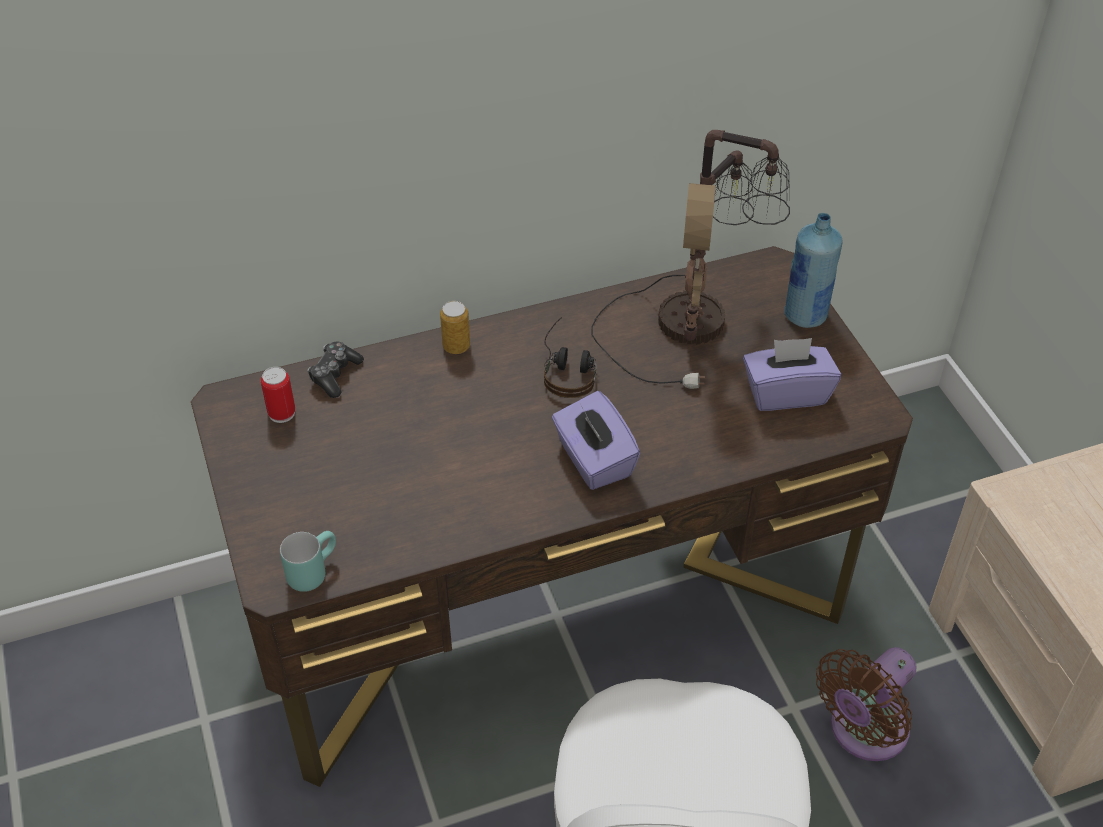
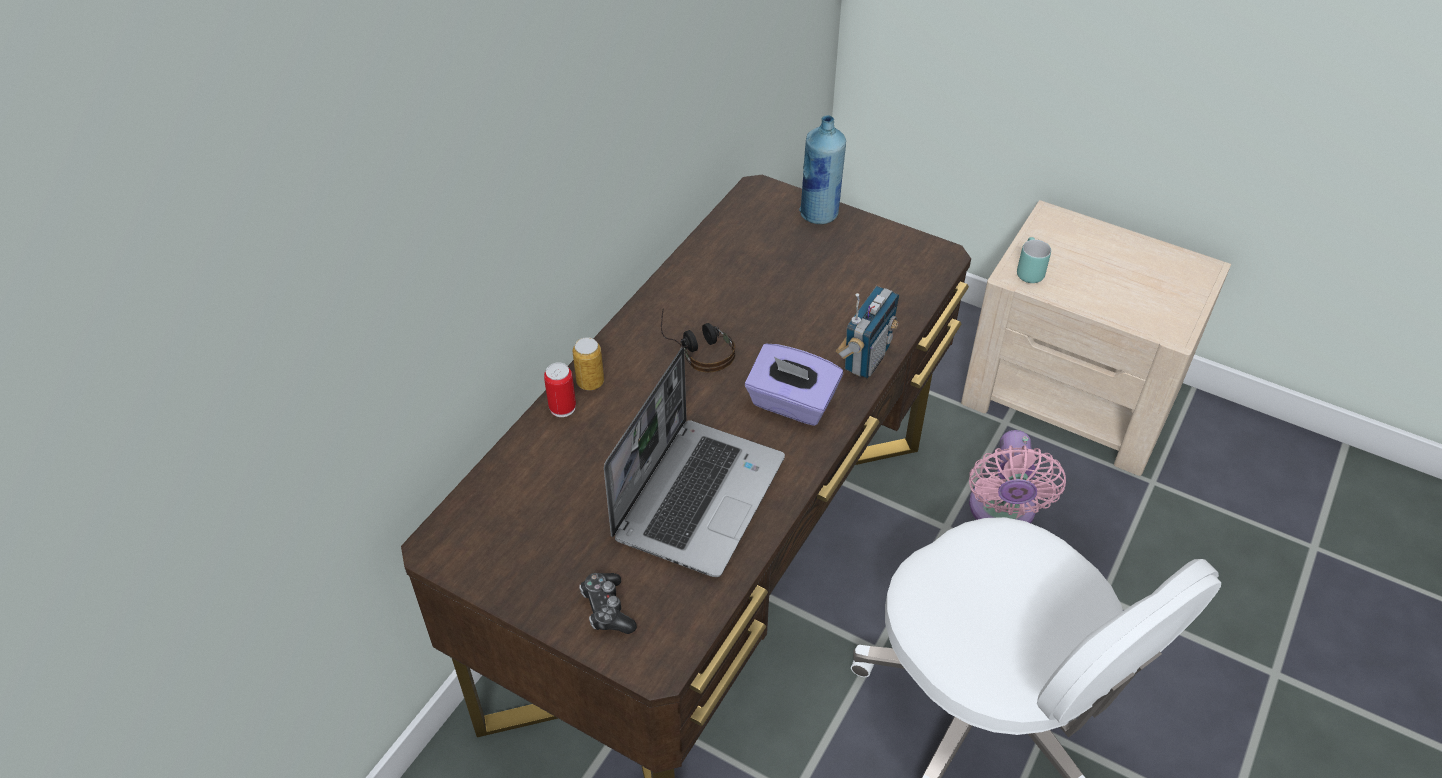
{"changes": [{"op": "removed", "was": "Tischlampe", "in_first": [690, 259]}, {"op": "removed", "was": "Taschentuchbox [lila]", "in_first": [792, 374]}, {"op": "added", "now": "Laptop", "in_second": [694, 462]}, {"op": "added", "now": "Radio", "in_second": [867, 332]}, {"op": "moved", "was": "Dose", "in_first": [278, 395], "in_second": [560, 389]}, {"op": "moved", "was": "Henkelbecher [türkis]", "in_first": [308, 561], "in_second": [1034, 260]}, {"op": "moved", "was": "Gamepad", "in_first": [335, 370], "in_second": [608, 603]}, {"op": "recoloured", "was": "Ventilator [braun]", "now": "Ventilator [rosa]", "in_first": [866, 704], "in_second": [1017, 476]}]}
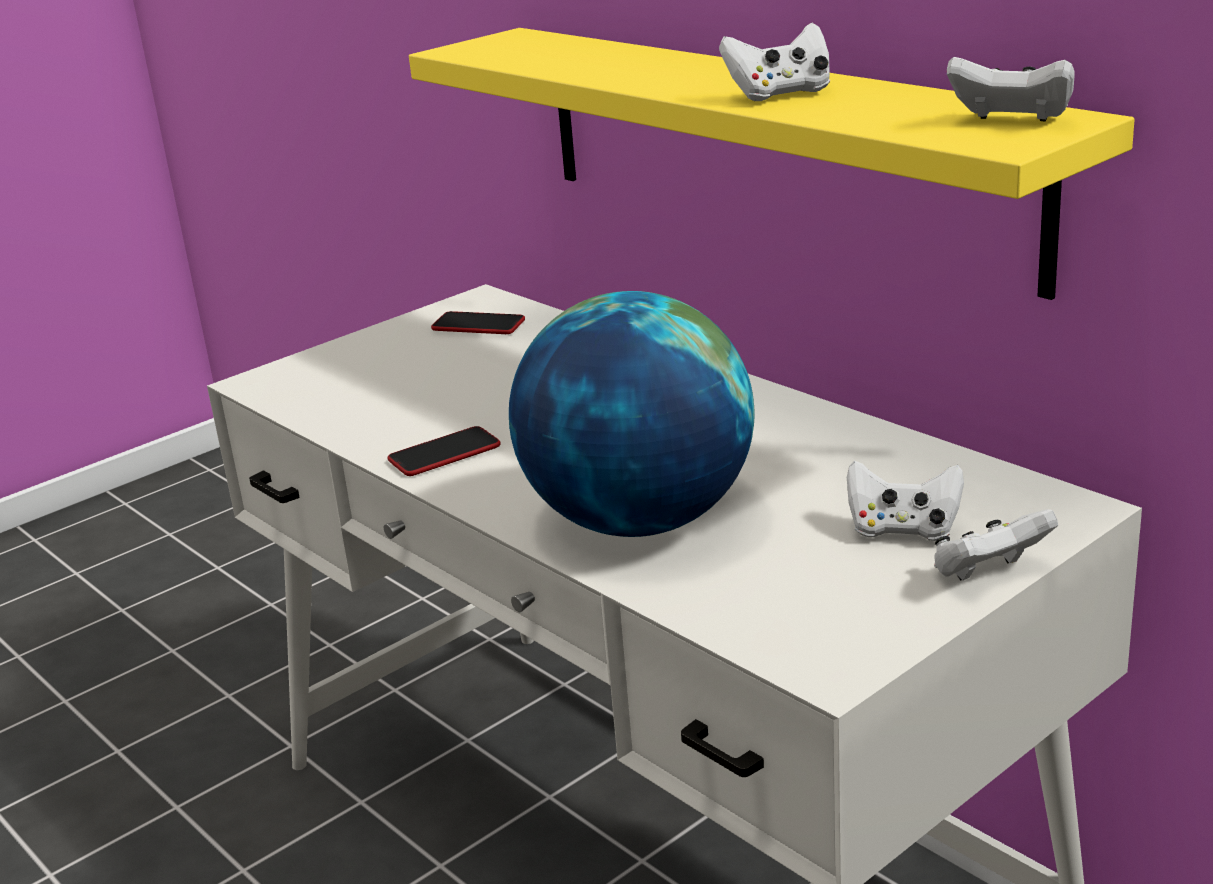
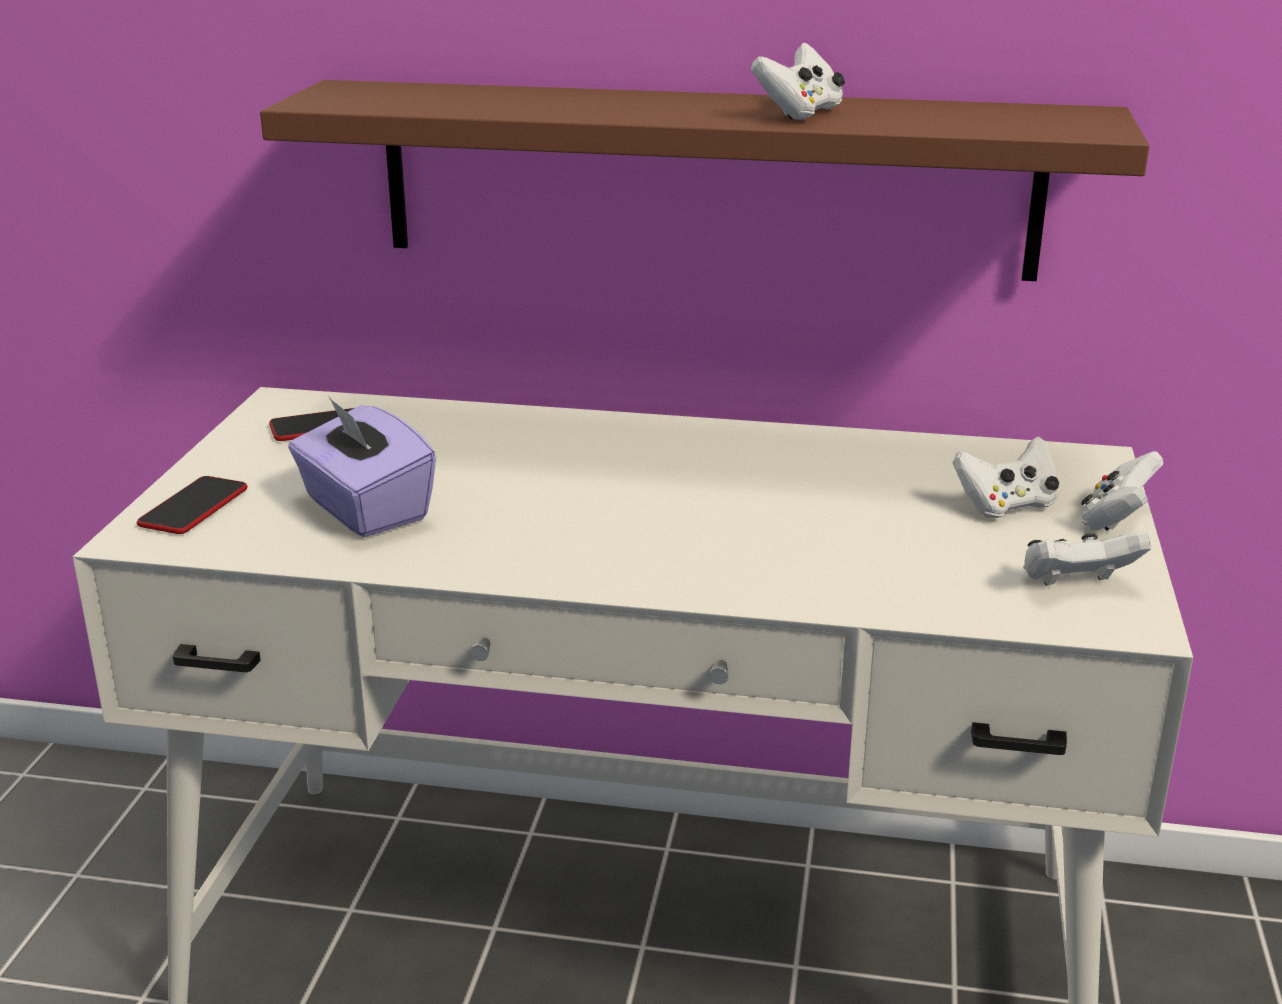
{"changes": [{"op": "removed", "was": "Globus", "in_first": [632, 414]}, {"op": "added", "now": "Taschentuchbox [lila]", "in_second": [362, 466]}, {"op": "moved", "was": "Handy", "in_first": [444, 451], "in_second": [192, 505]}, {"op": "moved", "was": "Gamepad [weiß]", "in_first": [1011, 89], "in_second": [1087, 558]}, {"op": "recoloured", "was": "Wandregal [gelb]", "now": "Wandregal [braun]", "in_first": [772, 164], "in_second": [704, 180]}]}
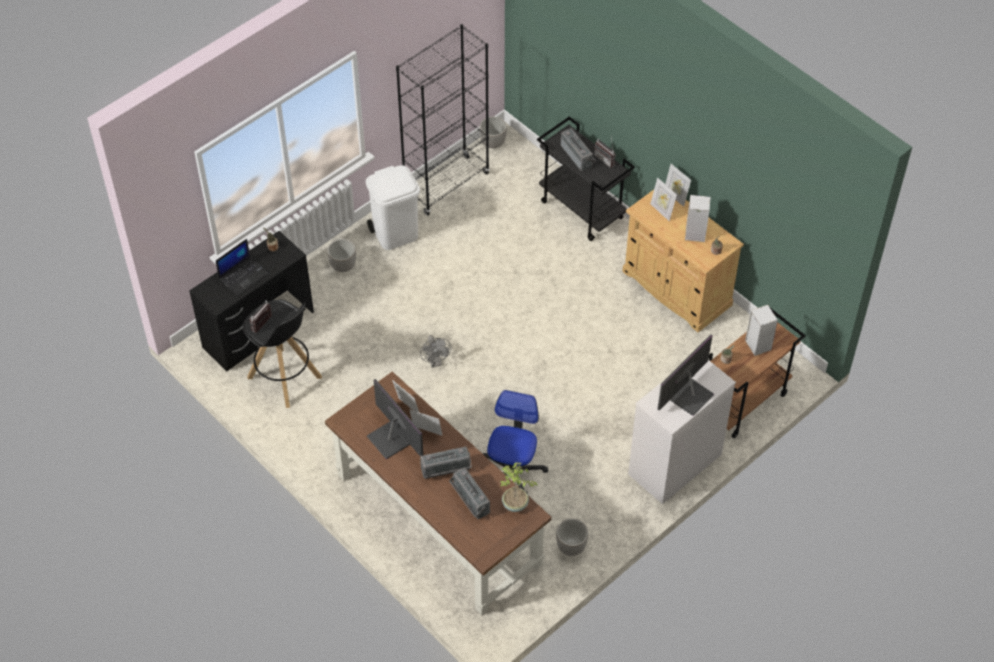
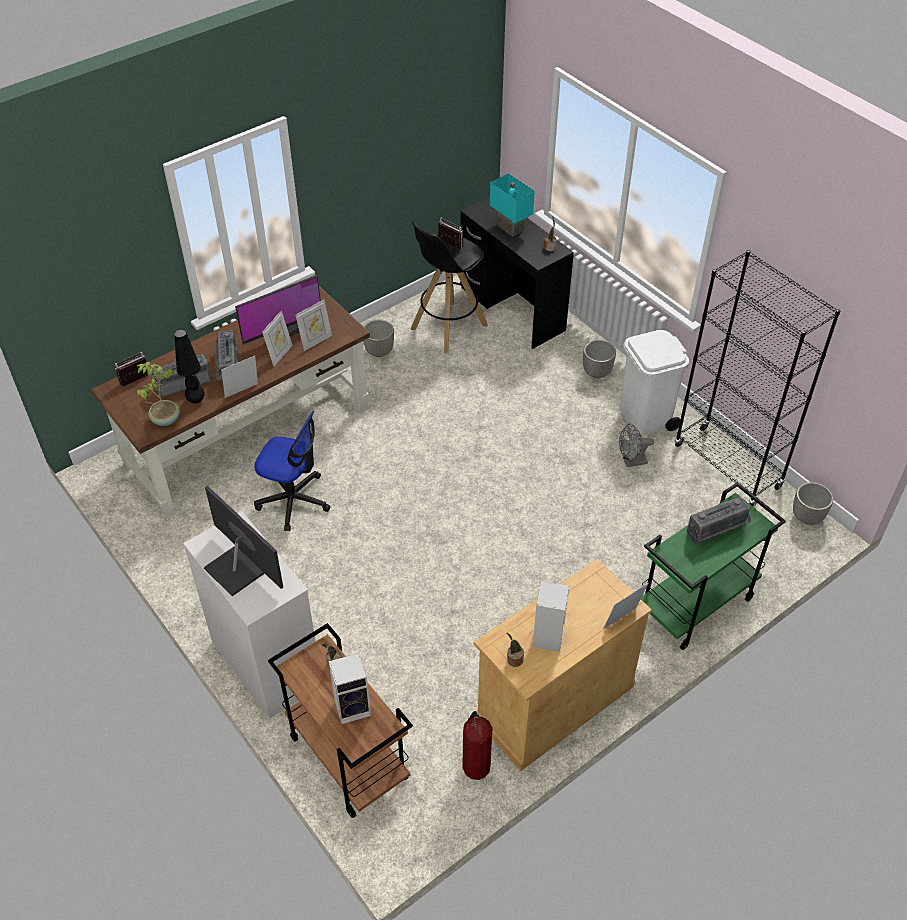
{"changes": [{"op": "added", "now": "Tischlampe [schwarz]", "in_second": [189, 366]}, {"op": "added", "now": "Feuerlöscher", "in_second": [477, 745]}, {"op": "moved", "was": "Ventilator [grau]", "in_first": [436, 351], "in_second": [636, 445]}, {"op": "moved", "was": "Pflanzkübel", "in_first": [572, 537], "in_second": [378, 338]}, {"op": "moved", "was": "Radio", "in_first": [605, 153], "in_second": [131, 369]}, {"op": "moved", "was": "Bilderrahmen", "in_first": [663, 199], "in_second": [239, 377]}, {"op": "replaced", "was": "Laptop", "now": "Tischlampe [türkis]", "in_first": [242, 267], "in_second": [512, 204]}, {"op": "recoloured", "was": "Rollwagen [schwarz]", "now": "Rollwagen [grün]", "in_first": [586, 178], "in_second": [713, 566]}]}
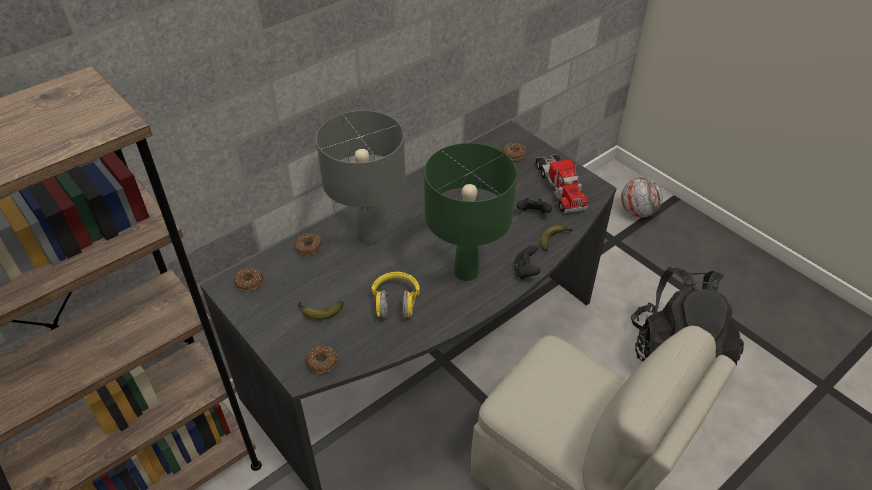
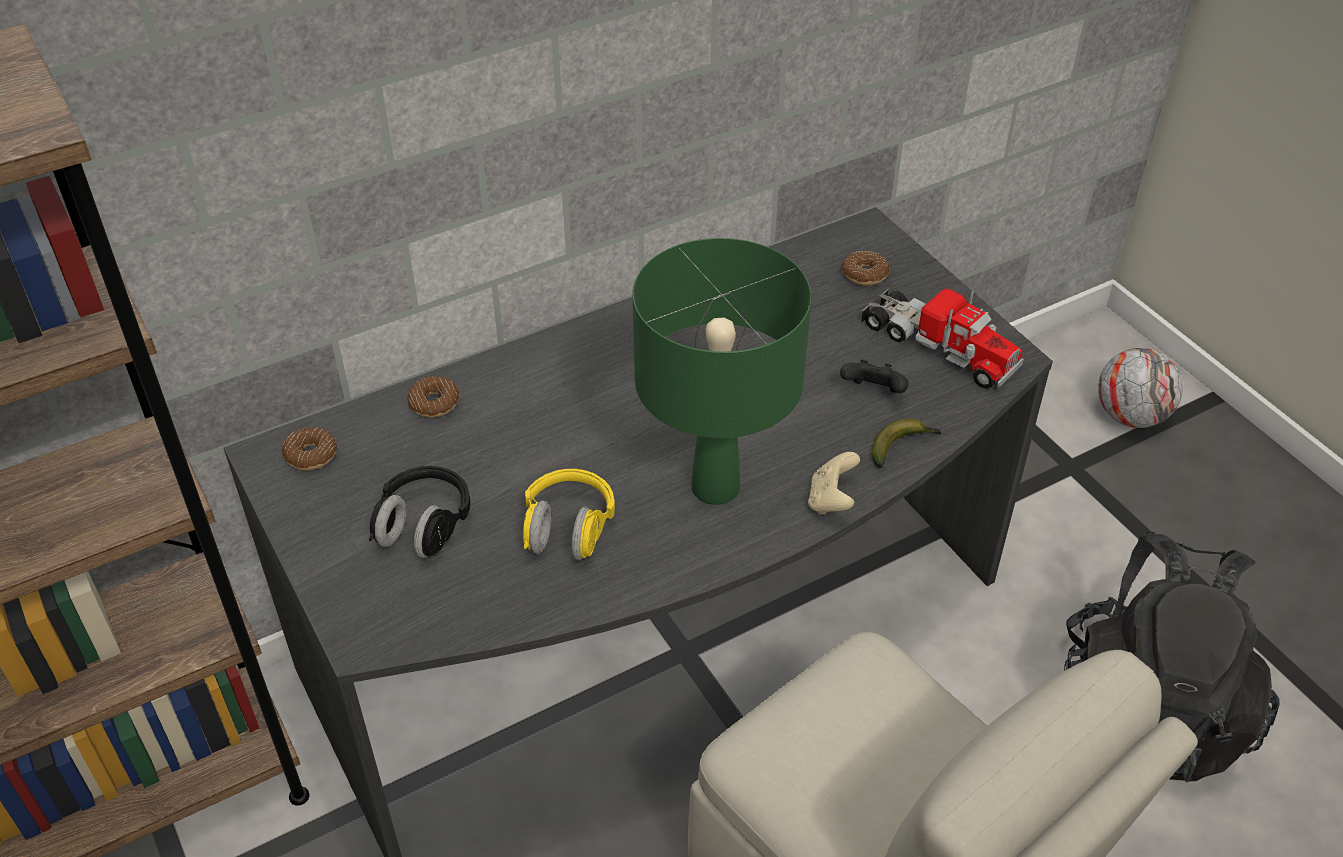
{"changes": [{"op": "removed", "was": "Donut", "in_first": [321, 359]}, {"op": "removed", "was": "Tischlampe [grau]", "in_first": [361, 177]}, {"op": "replaced", "was": "Banane", "now": "Kopfhörer [schwarz]", "in_first": [321, 310], "in_second": [419, 512]}, {"op": "recoloured", "was": "Gamepad [schwarz]", "now": "Gamepad [beige]", "in_first": [527, 262], "in_second": [834, 483]}, {"op": "turned", "was": "Spielzeuglaster", "in_first": [562, 183], "in_second": [942, 338], "clockwise": -45}]}
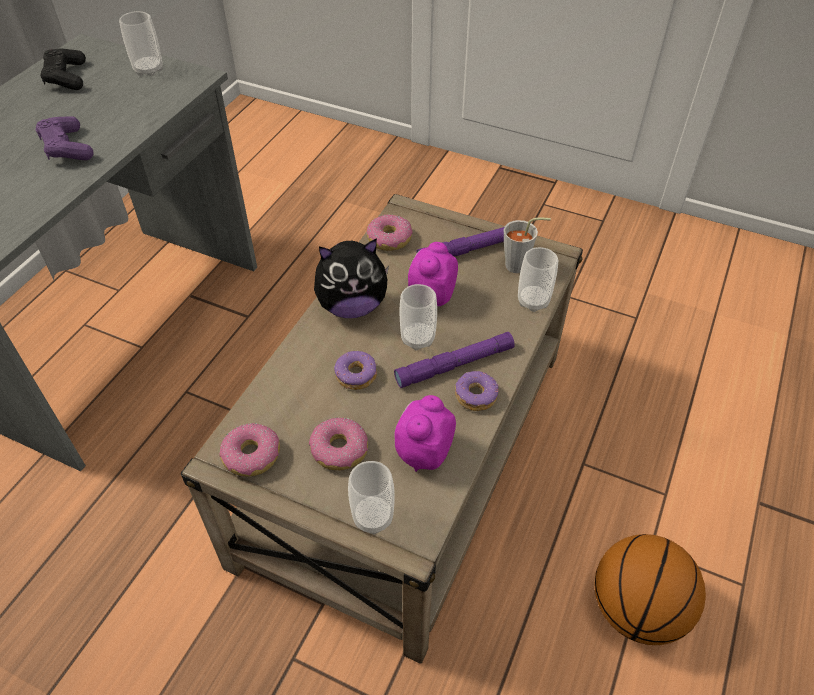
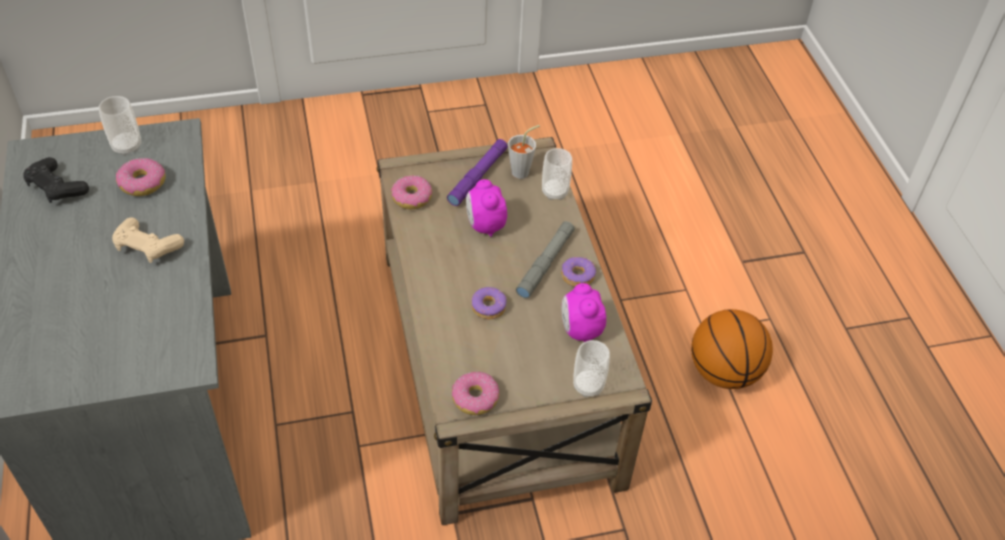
{"changes": [{"op": "removed", "was": "Plüschtier", "in_first": [351, 278]}, {"op": "removed", "was": "Tasse", "in_first": [418, 317]}, {"op": "moved", "was": "Donut", "in_first": [338, 443], "in_second": [141, 177]}, {"op": "recoloured", "was": "Gamepad [lila]", "now": "Gamepad [beige]", "in_first": [64, 138], "in_second": [148, 240]}, {"op": "recoloured", "was": "Taschenlampe [lila]", "now": "Taschenlampe [grau]", "in_first": [454, 360], "in_second": [545, 260]}]}
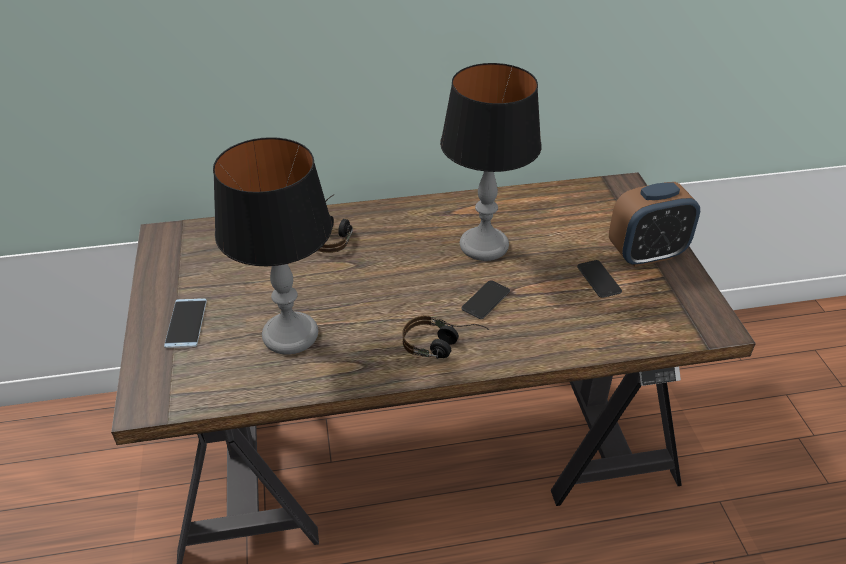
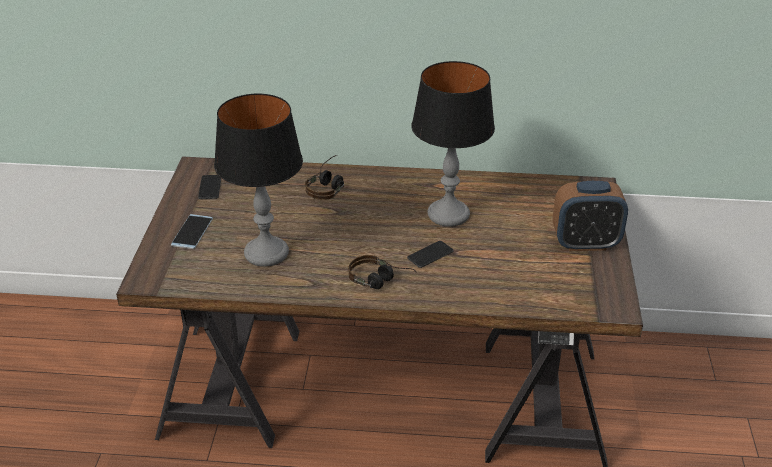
{"changes": [{"op": "moved", "was": "Handy", "in_first": [599, 279], "in_second": [209, 187]}]}
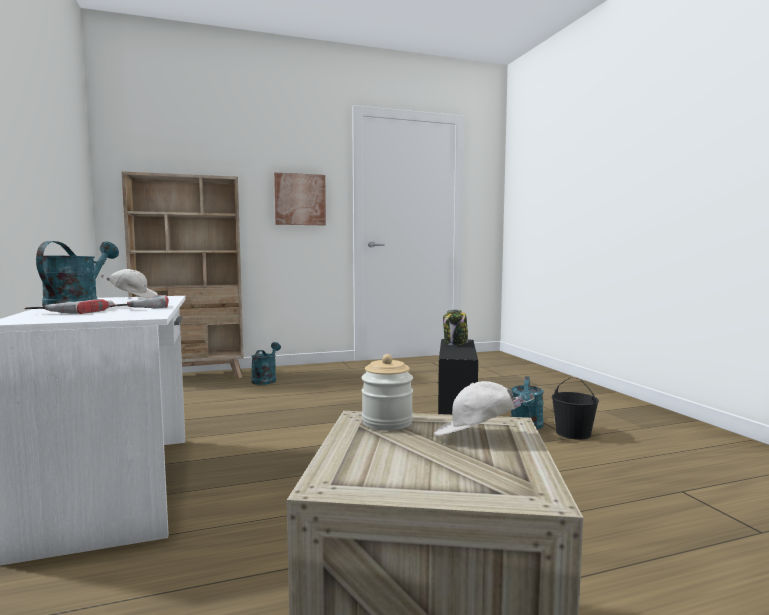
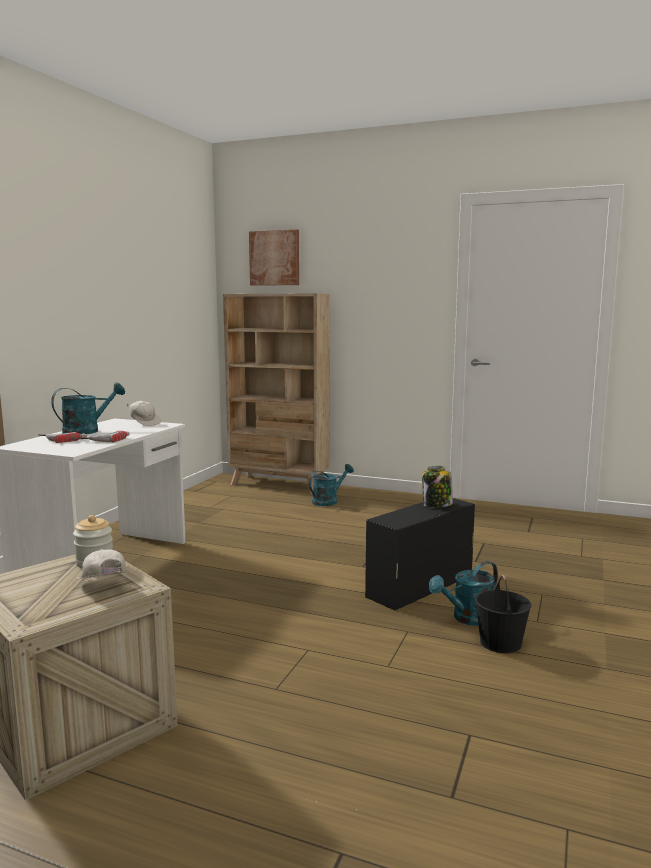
{"changes": [{"op": "moved", "was": "Bild", "in_first": [300, 199], "in_second": [274, 258]}]}
